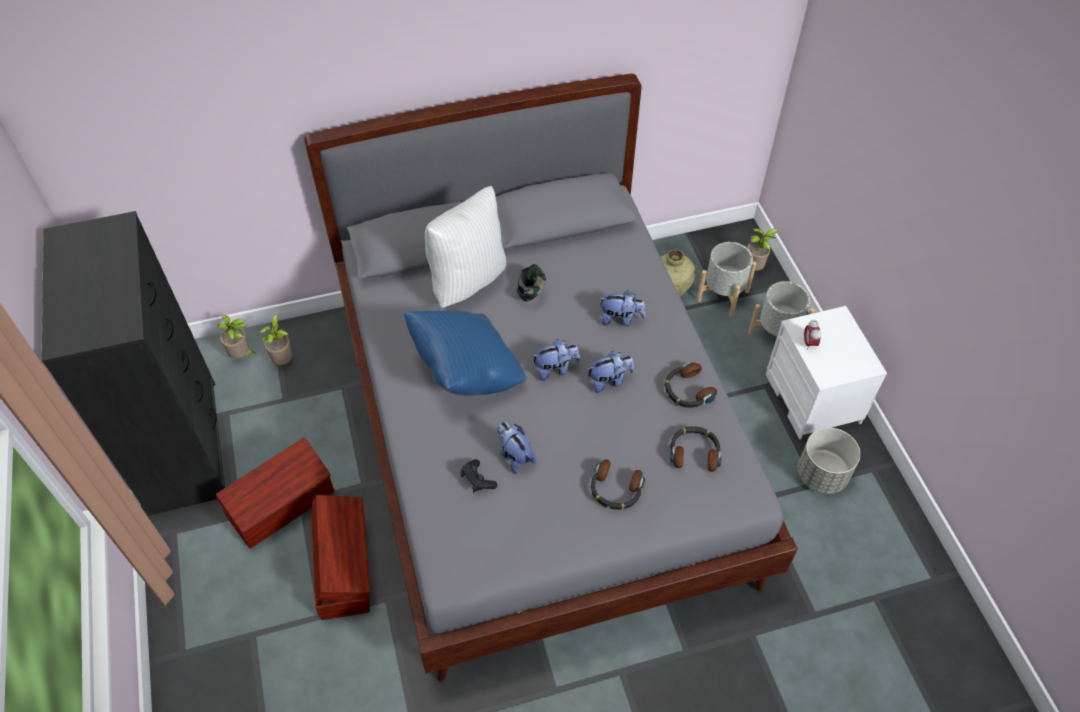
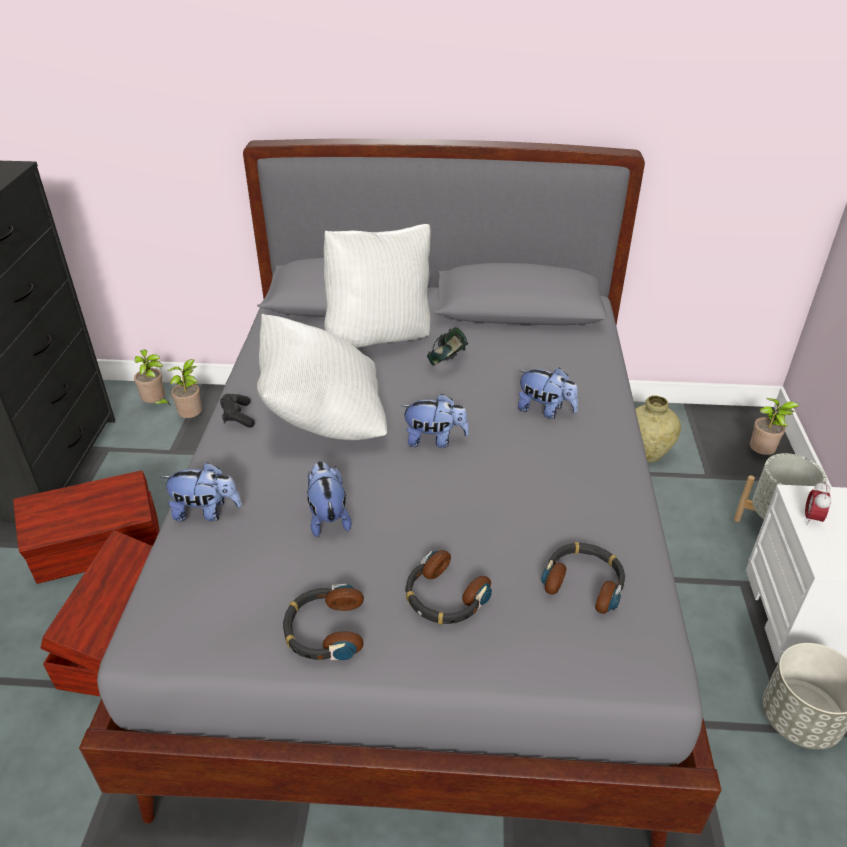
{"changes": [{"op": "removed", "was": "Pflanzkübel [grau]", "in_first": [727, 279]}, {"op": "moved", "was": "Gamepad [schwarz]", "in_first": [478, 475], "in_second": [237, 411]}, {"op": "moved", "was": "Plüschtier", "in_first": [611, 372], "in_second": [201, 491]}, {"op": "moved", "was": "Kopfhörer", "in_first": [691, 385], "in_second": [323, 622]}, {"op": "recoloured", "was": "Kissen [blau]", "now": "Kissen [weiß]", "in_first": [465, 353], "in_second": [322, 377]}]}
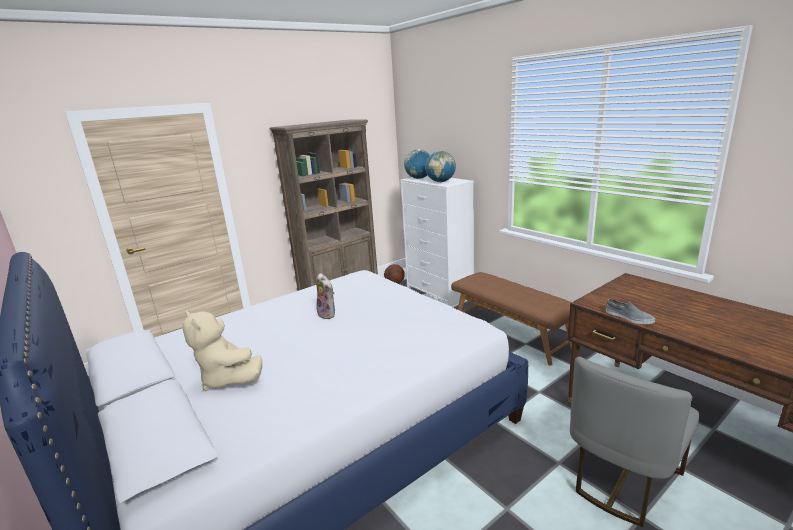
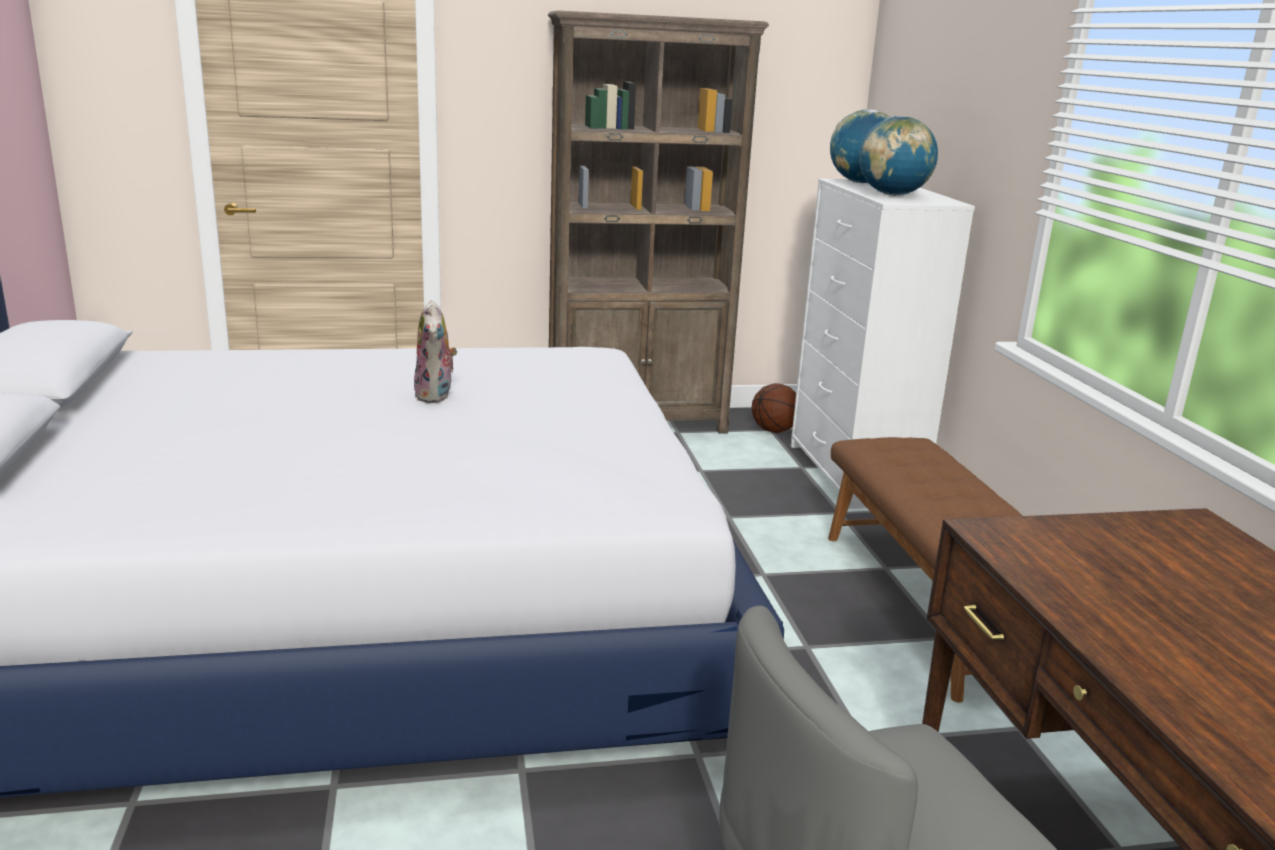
{"changes": [{"op": "removed", "was": "Plüschtier [beige]", "in_first": [222, 350]}, {"op": "removed", "was": "Schuh [grau]", "in_first": [630, 311]}]}
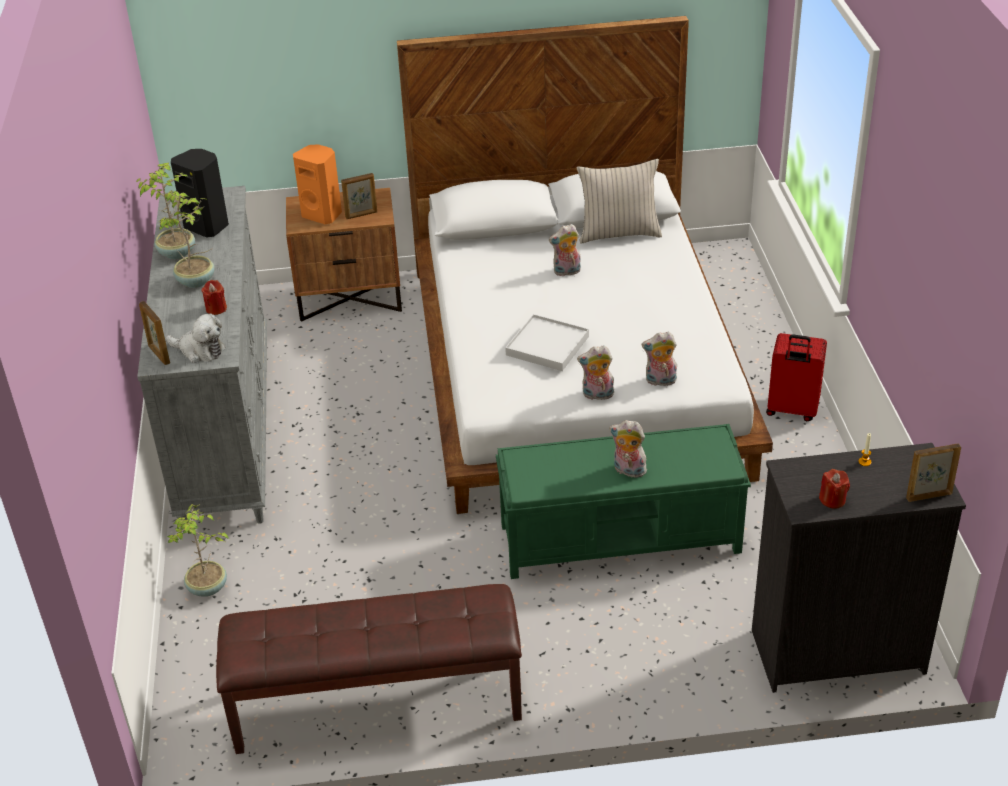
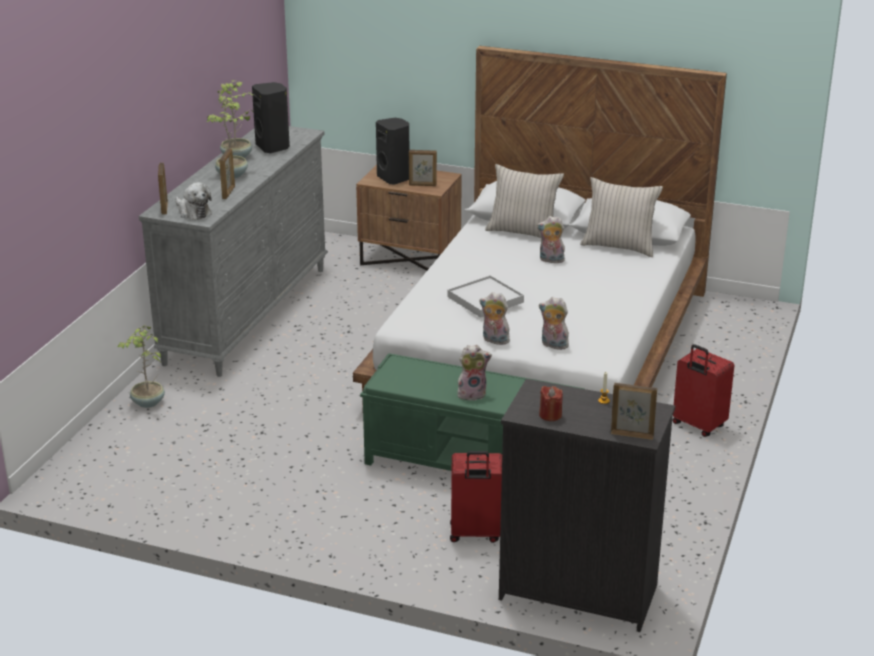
{"changes": [{"op": "removed", "was": "Bank [braun]", "in_first": [369, 669]}, {"op": "added", "now": "Koffer [rot]", "in_second": [476, 497]}, {"op": "added", "now": "Kissen [beige]", "in_second": [524, 201]}, {"op": "replaced", "was": "Kerze [rot]", "now": "Bilderrahmen", "in_first": [214, 297], "in_second": [227, 173]}, {"op": "recoloured", "was": "Lautsprecher [orange]", "now": "Lautsprecher [schwarz]", "in_first": [317, 184], "in_second": [392, 151]}, {"op": "turned", "was": "Plüschtier", "in_first": [628, 449], "in_second": [474, 373], "clockwise": 120}]}
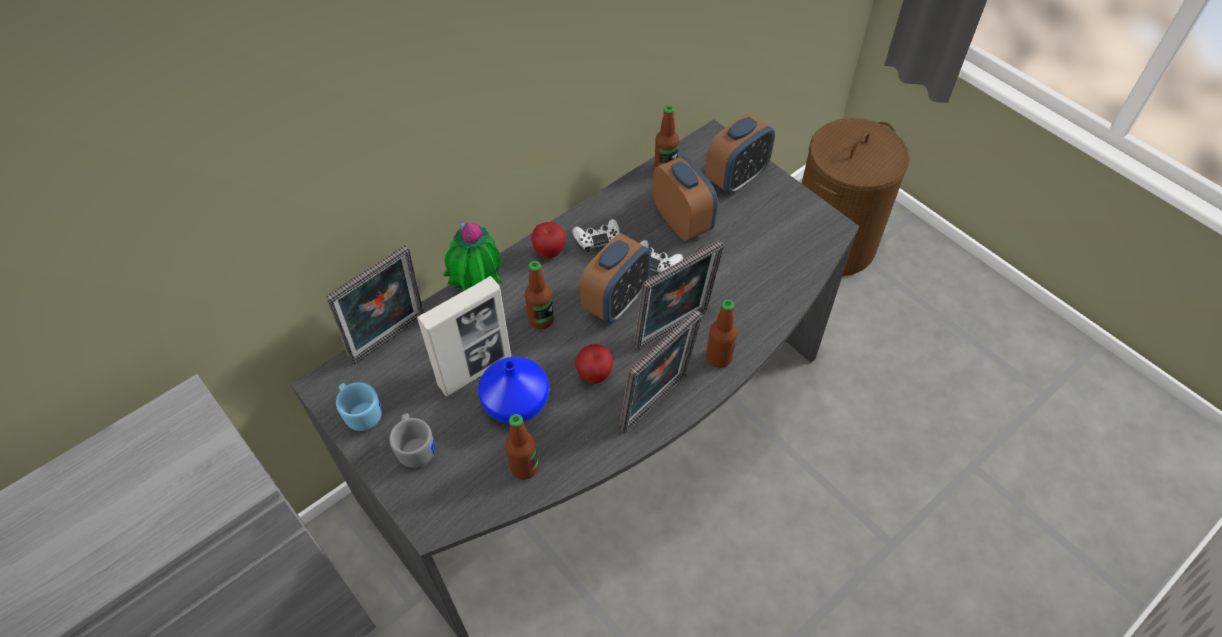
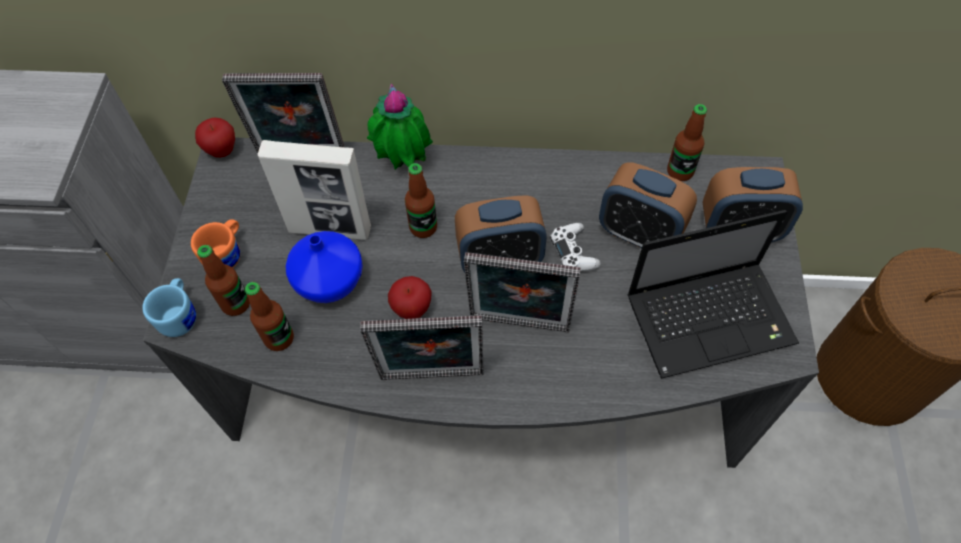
{"changes": [{"op": "removed", "was": "Gamepad [weiß]", "in_first": [596, 235]}, {"op": "added", "now": "Laptop", "in_second": [713, 294]}, {"op": "moved", "was": "Henkelbecher [blau]", "in_first": [359, 406], "in_second": [169, 307]}, {"op": "moved", "was": "Apfel", "in_first": [548, 240], "in_second": [215, 137]}, {"op": "moved", "was": "Flasche", "in_first": [721, 333], "in_second": [223, 280]}, {"op": "recoloured", "was": "Henkelbecher [grau]", "now": "Henkelbecher [orange]", "in_first": [412, 440], "in_second": [215, 243]}, {"op": "turned", "was": "Wecker", "in_first": [685, 198], "in_second": [648, 205], "clockwise": 105}]}
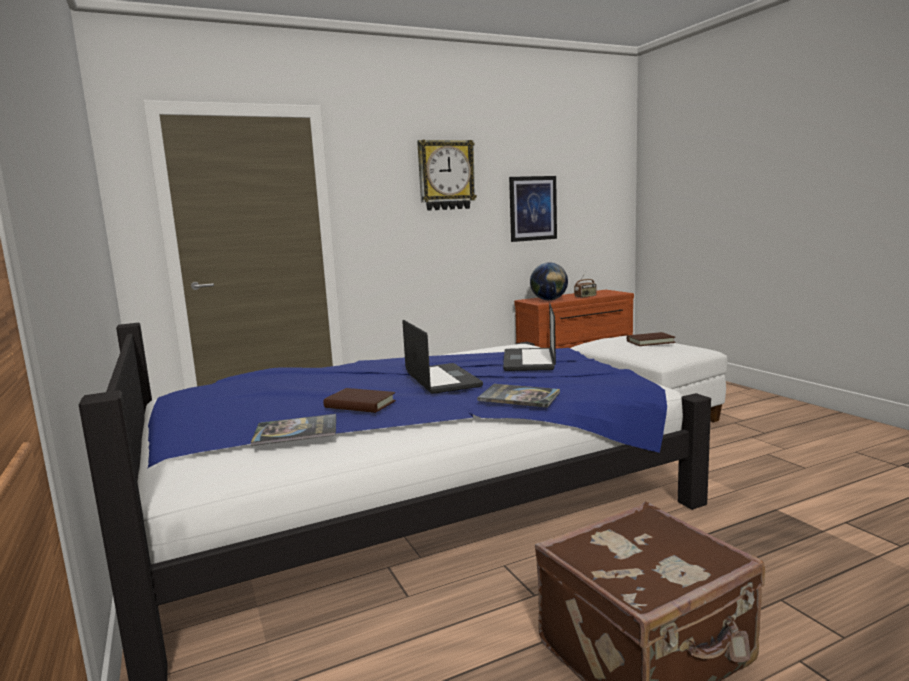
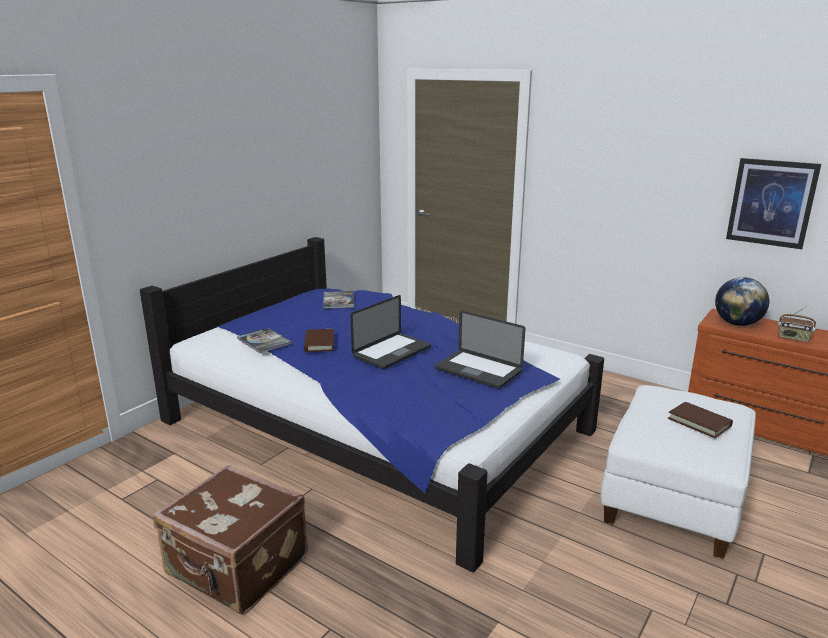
{"changes": [{"op": "removed", "was": "Wanduhr", "in_first": [447, 175]}, {"op": "moved", "was": "Buch", "in_first": [518, 396], "in_second": [339, 300]}, {"op": "turned", "was": "Laptop", "in_first": [529, 337], "in_second": [480, 349], "clockwise": -120}]}
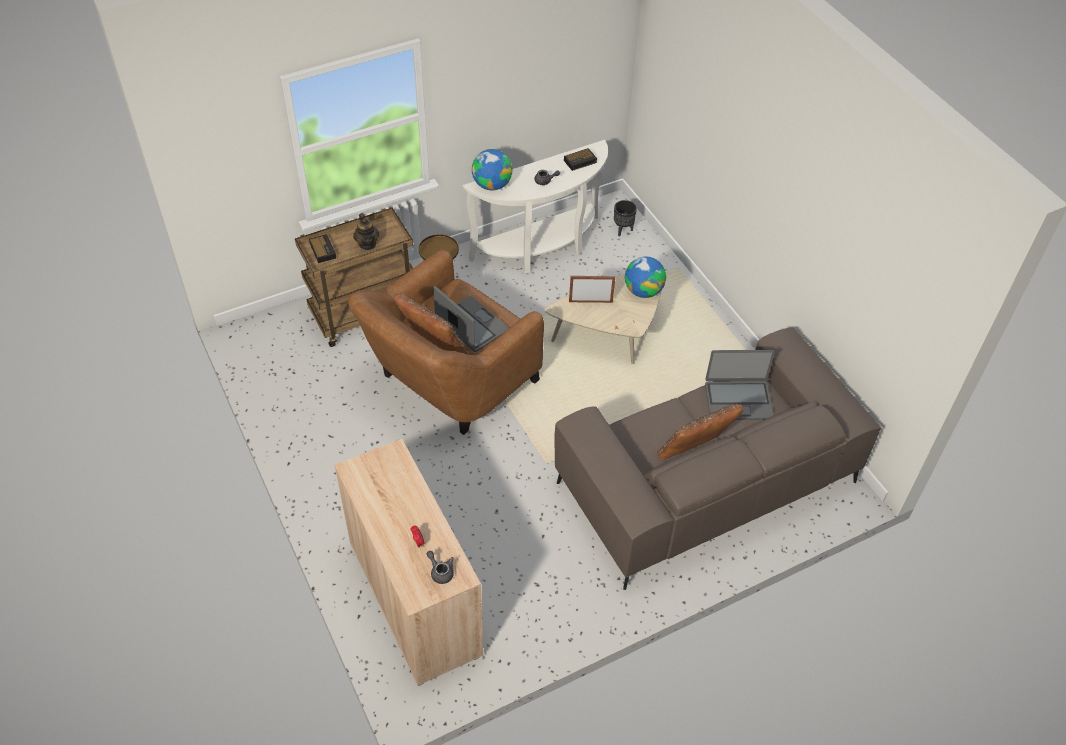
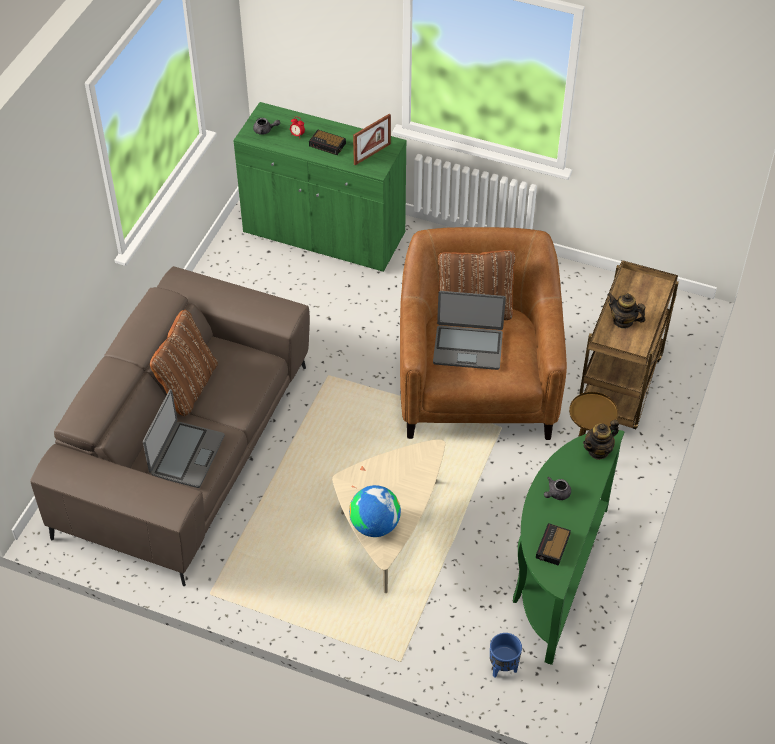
{"changes": [{"op": "moved", "was": "Wecker", "in_first": [322, 248], "in_second": [327, 142]}, {"op": "moved", "was": "Bilderrahmen", "in_first": [592, 289], "in_second": [372, 139]}, {"op": "replaced", "was": "Globus", "now": "Teekanne", "in_first": [492, 169], "in_second": [601, 440]}, {"op": "recoloured", "was": "Schrank [beige]", "now": "Schrank [grün]", "in_first": [408, 562], "in_second": [320, 187]}, {"op": "recoloured", "was": "Konsolentisch [weiß]", "now": "Konsolentisch [grün]", "in_first": [535, 206], "in_second": [569, 547]}, {"op": "recoloured", "was": "Pflanzkübel [schwarz]", "now": "Pflanzkübel [blau]", "in_first": [625, 218], "in_second": [506, 655]}, {"op": "turned", "was": "Laptop", "in_first": [740, 385], "in_second": [184, 438], "clockwise": 150}]}
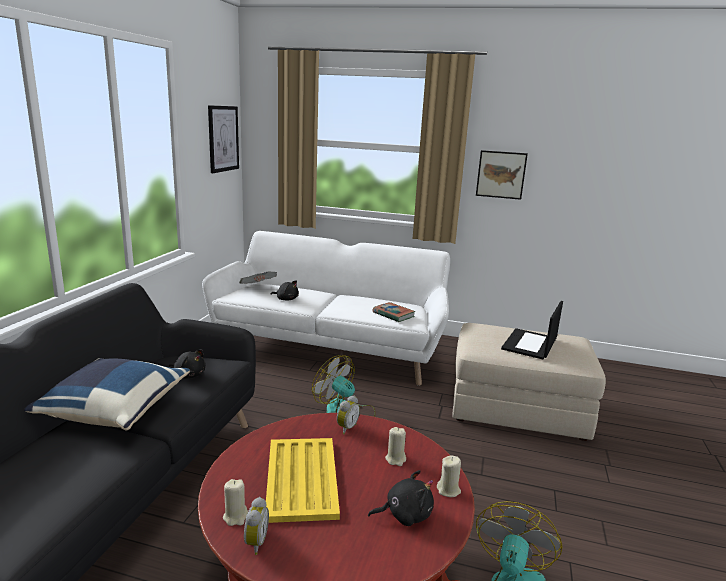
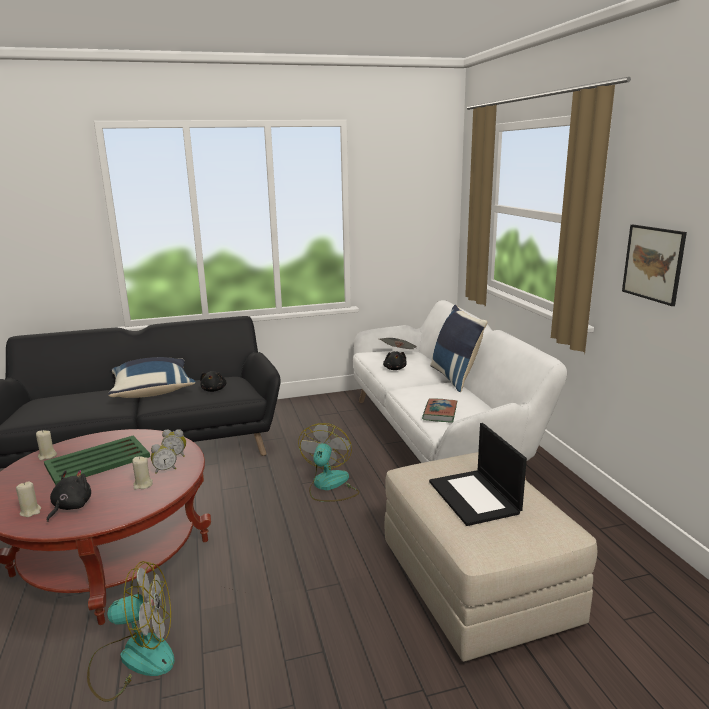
{"changes": [{"op": "removed", "was": "Bild", "in_first": [223, 139]}, {"op": "added", "now": "Kissen [blau]", "in_second": [458, 348]}, {"op": "moved", "was": "Wecker", "in_first": [256, 526], "in_second": [163, 458]}, {"op": "moved", "was": "Kerze [beige]", "in_first": [449, 476], "in_second": [28, 499]}, {"op": "recoloured", "was": "Tablett [gelb]", "now": "Tablett [grün]", "in_first": [303, 480], "in_second": [97, 460]}, {"op": "turned", "was": "Plüschtier [schwarz]", "in_first": [401, 498], "in_second": [69, 496], "clockwise": -120}, {"op": "turned", "was": "Laptop", "in_first": [532, 330], "in_second": [478, 474], "clockwise": -105}]}
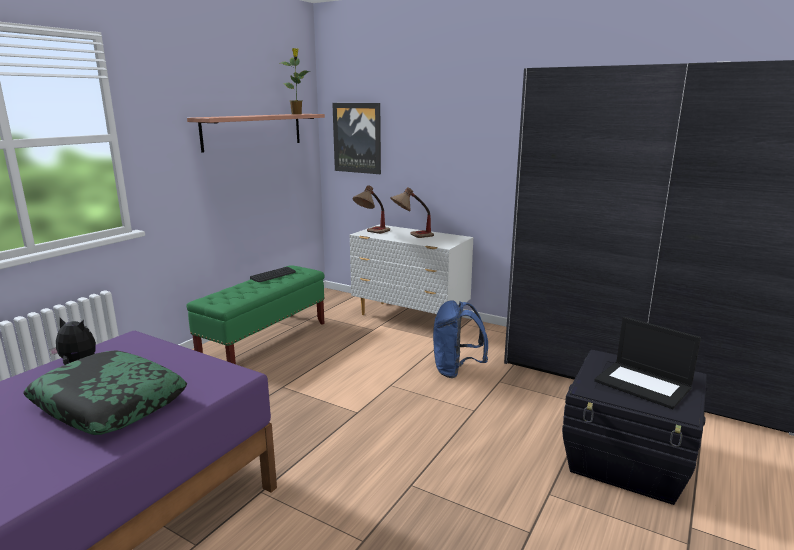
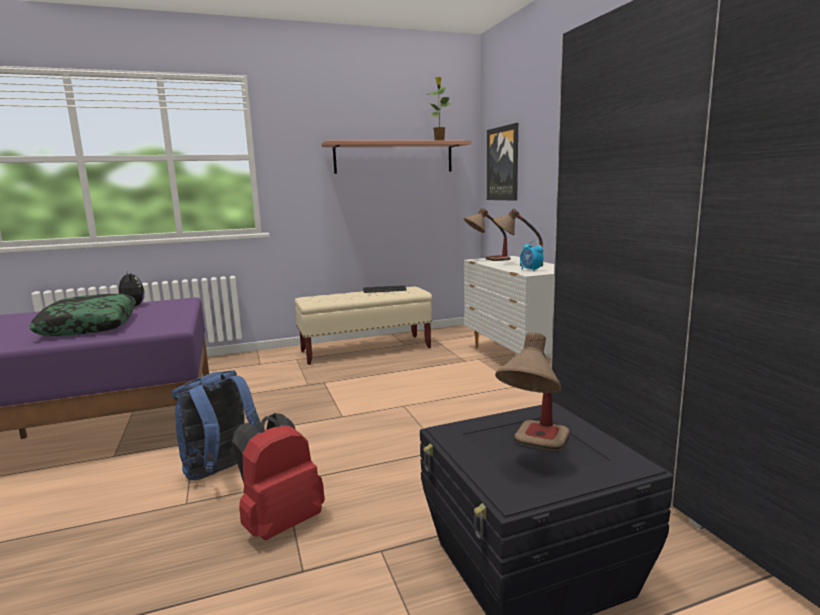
{"changes": [{"op": "added", "now": "Rucksack [rot]", "in_second": [278, 476]}, {"op": "added", "now": "Wecker", "in_second": [532, 256]}, {"op": "moved", "was": "Rucksack [blau]", "in_first": [460, 339], "in_second": [216, 425]}, {"op": "replaced", "was": "Laptop", "now": "Tischlampe", "in_first": [647, 363], "in_second": [532, 391]}, {"op": "recoloured", "was": "Bank [grün]", "now": "Bank [beige]", "in_first": [255, 314], "in_second": [363, 325]}]}
